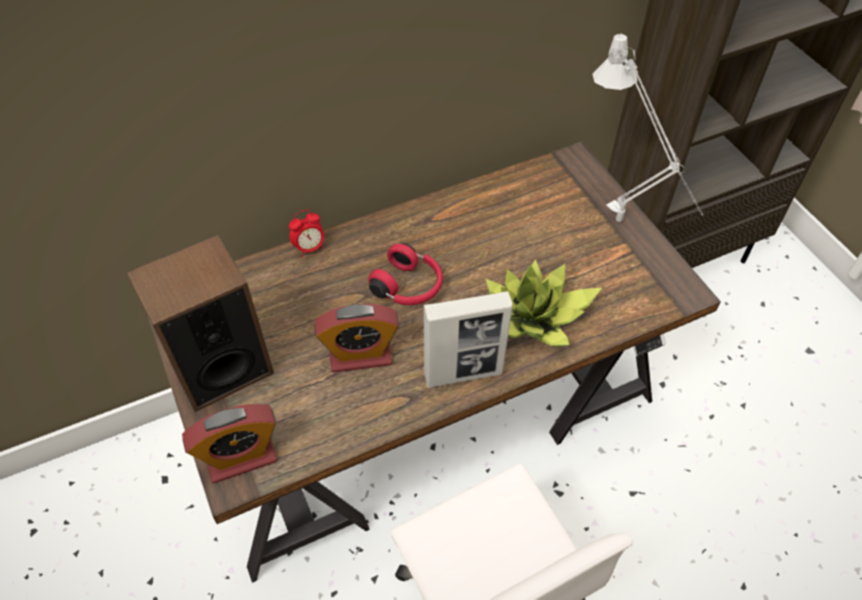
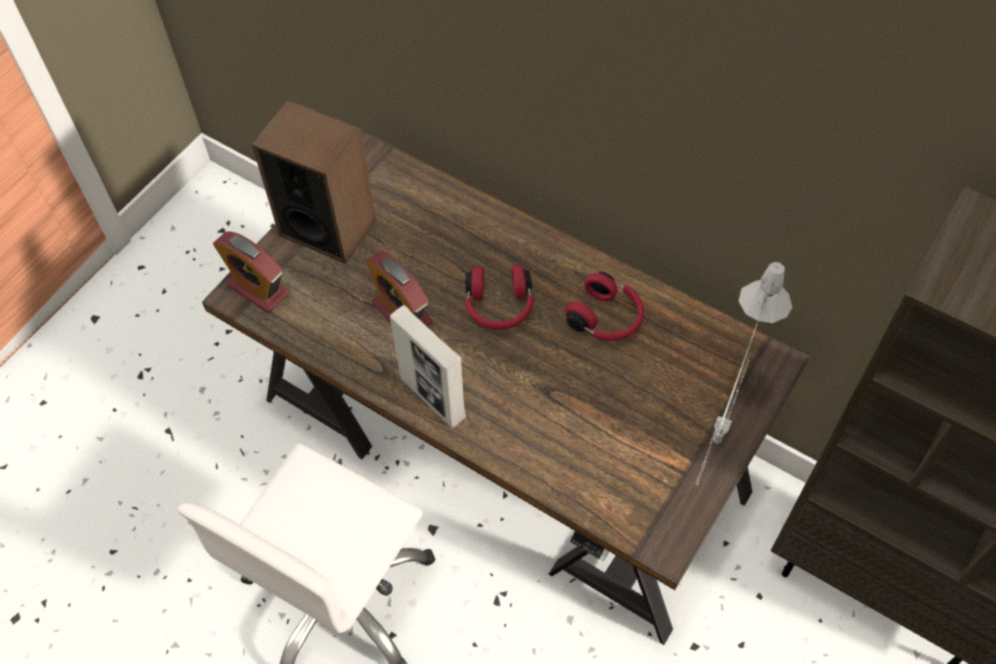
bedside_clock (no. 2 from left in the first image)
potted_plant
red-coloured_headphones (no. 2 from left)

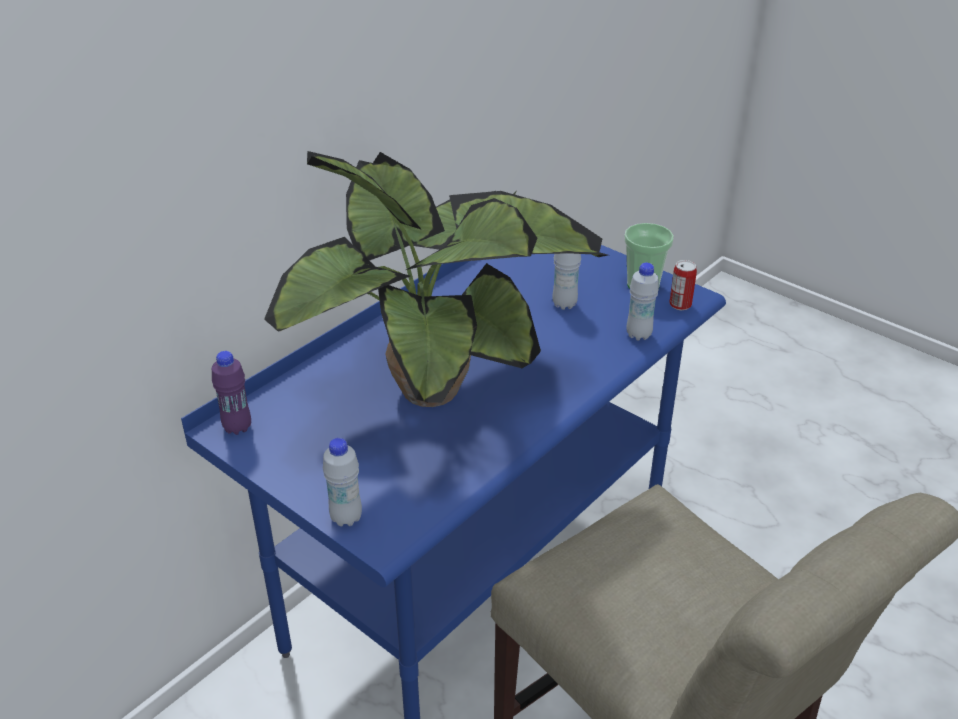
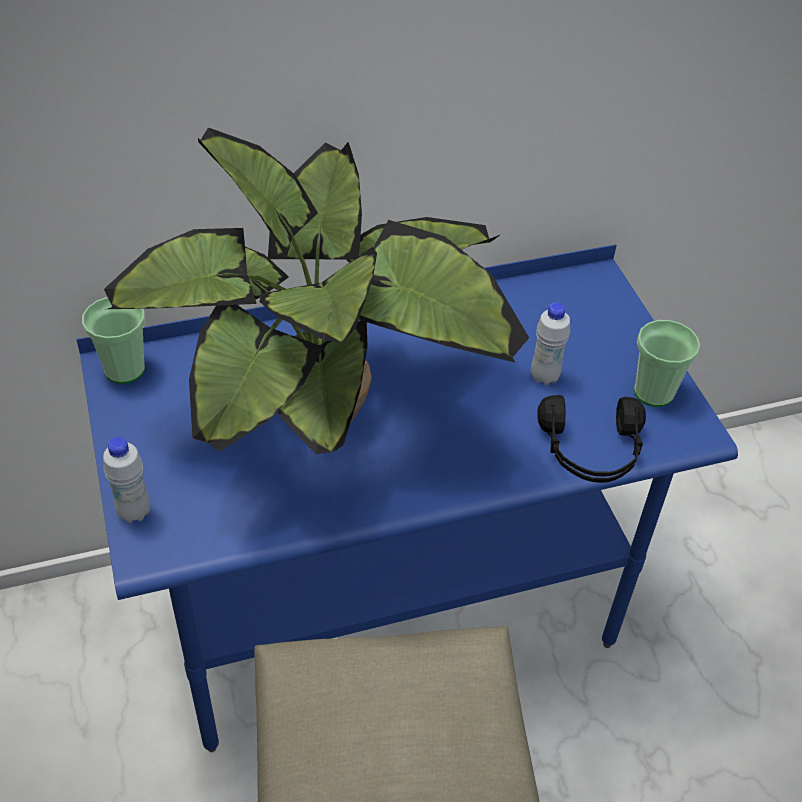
drinking_cup (no. 1 from left)
black_headphones
metal_can

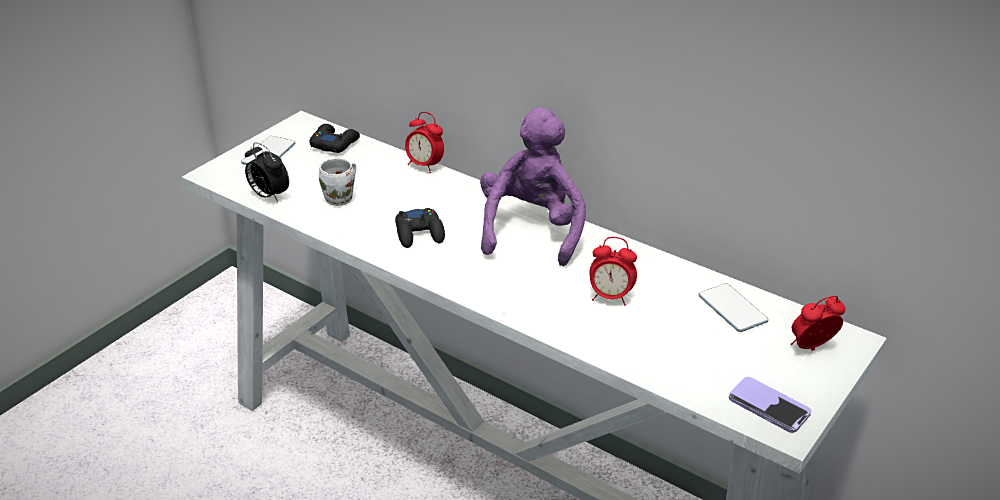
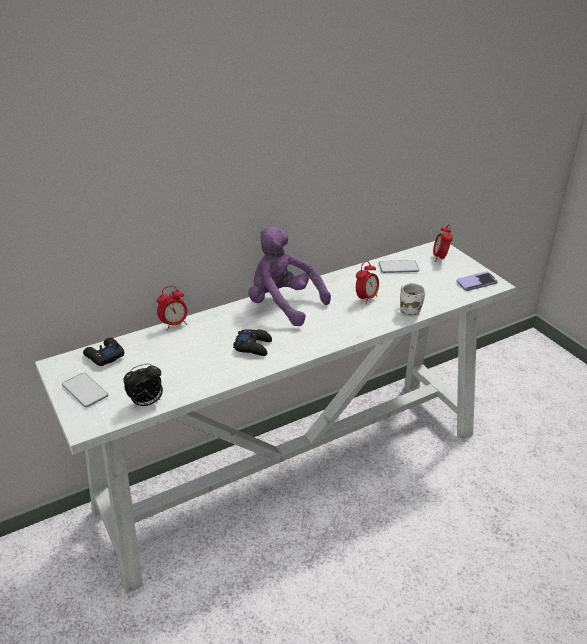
whitish_coffee_mug

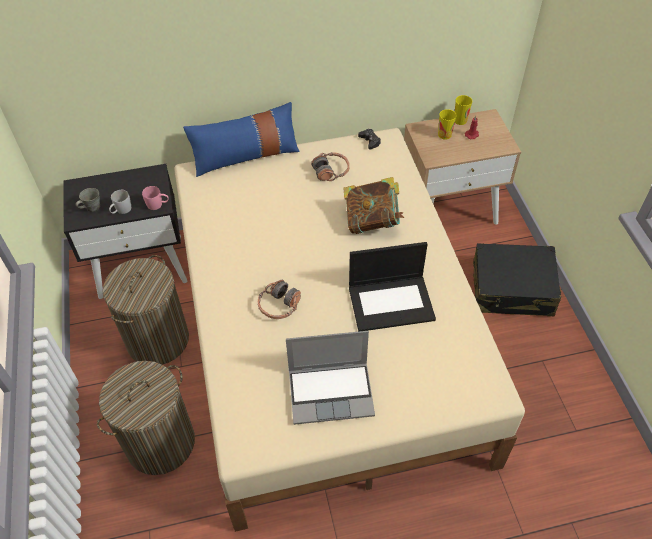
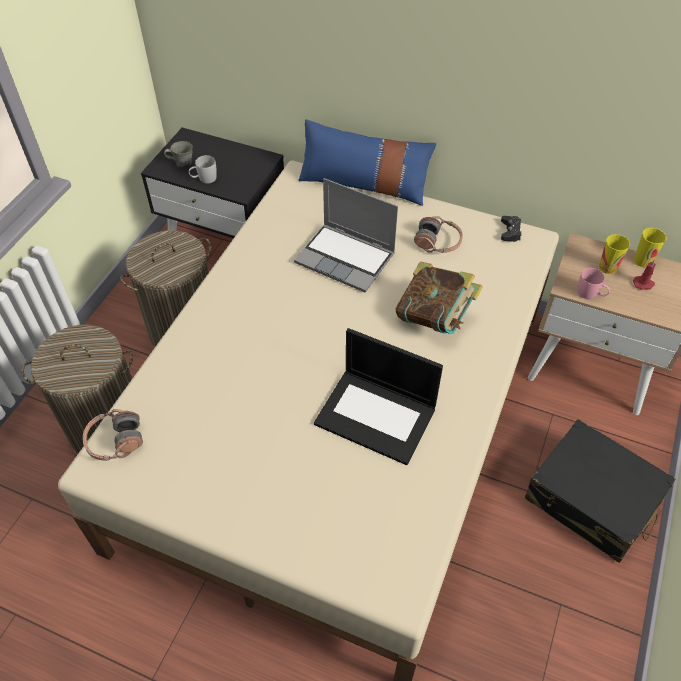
pink-coloured_coffee_mug
headphones (no. 1 from left)
notebook_computer (no. 1 from left)

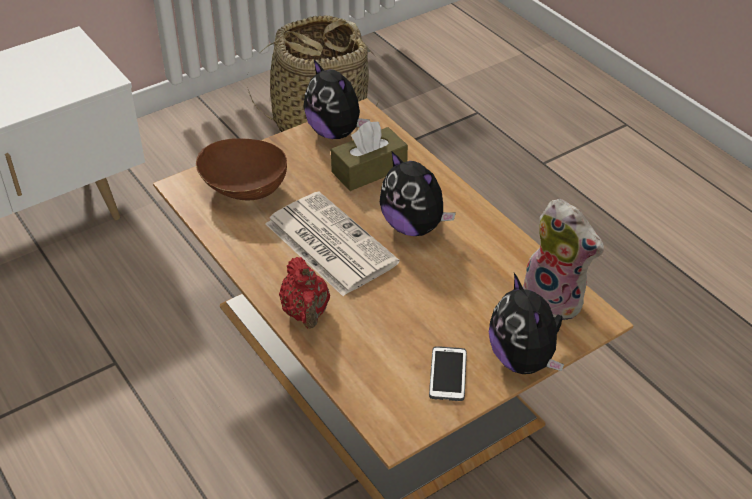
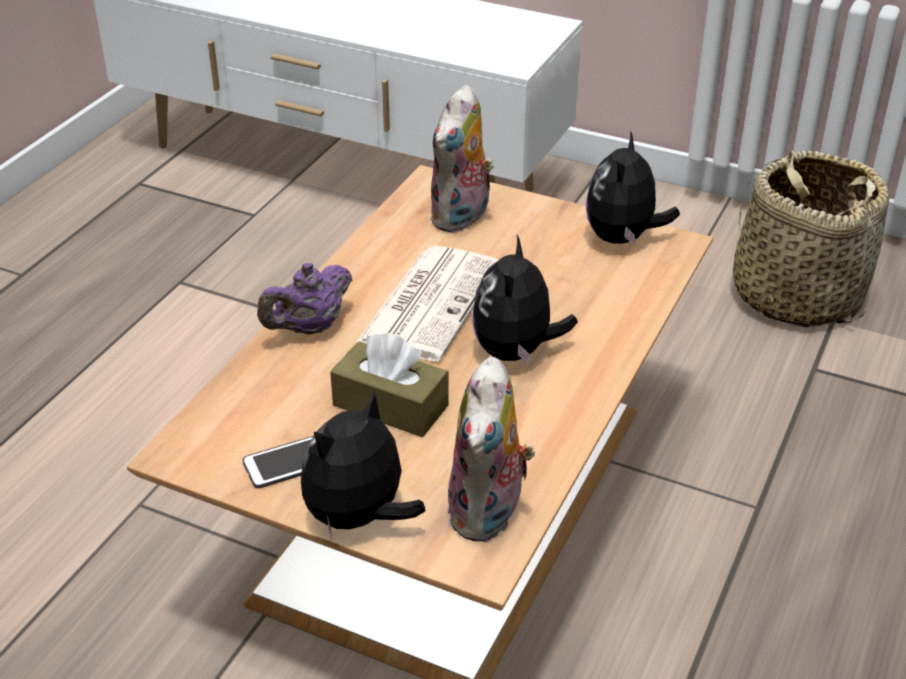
cuddly_toy (no. 2 from left)
purplish_tea_pot
brown-coloured_box_of_tissues

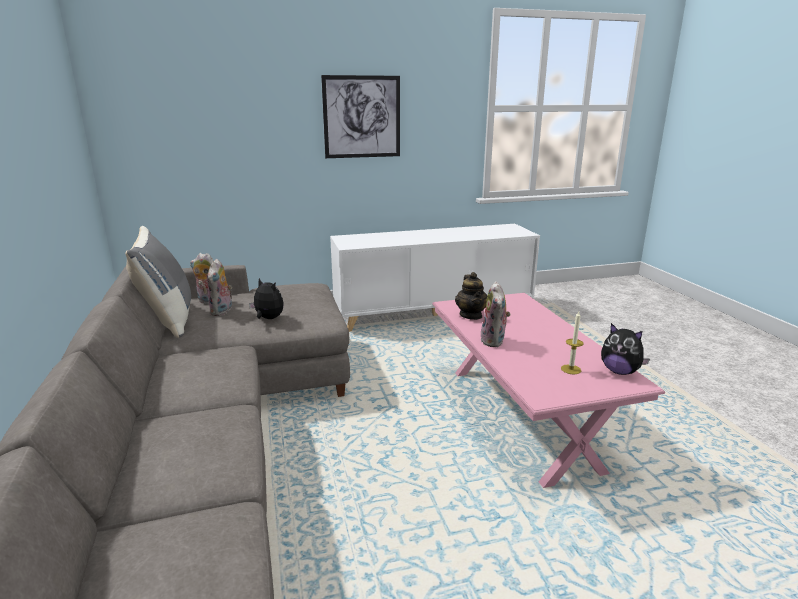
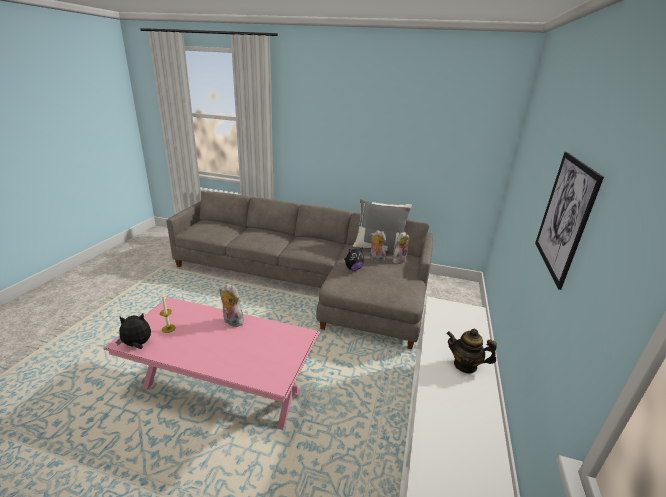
tea_pot

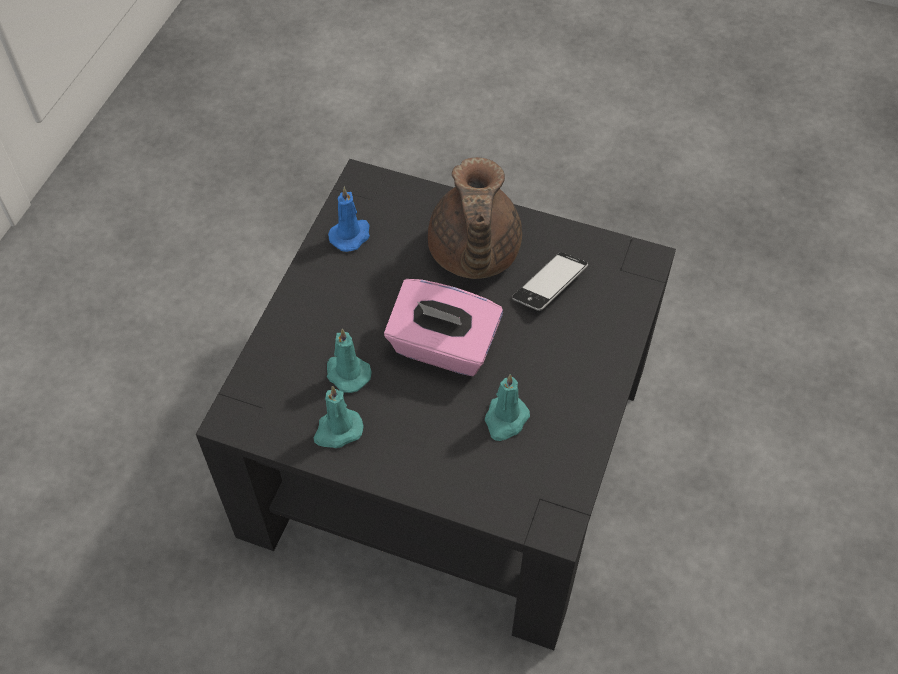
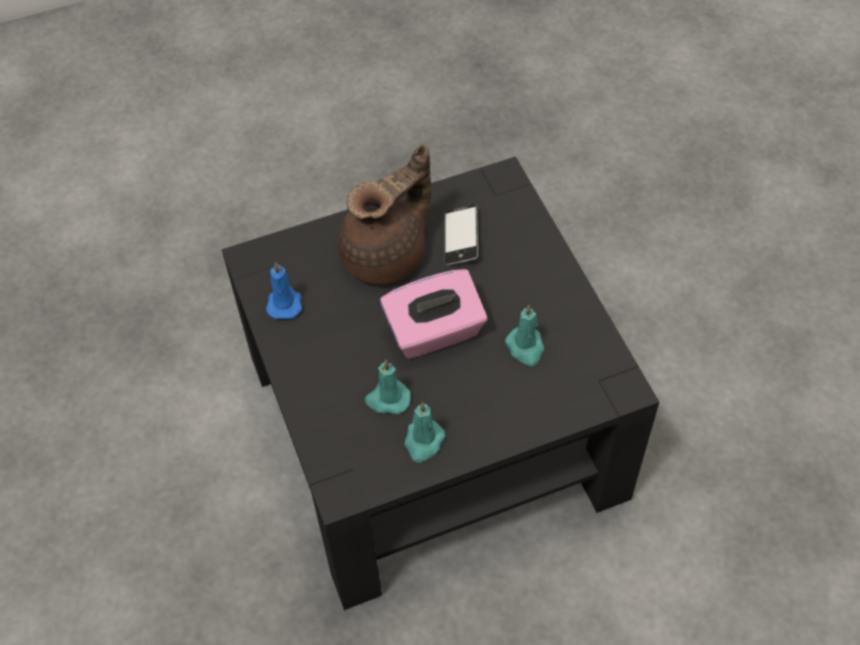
brown-coloured_tea_pot

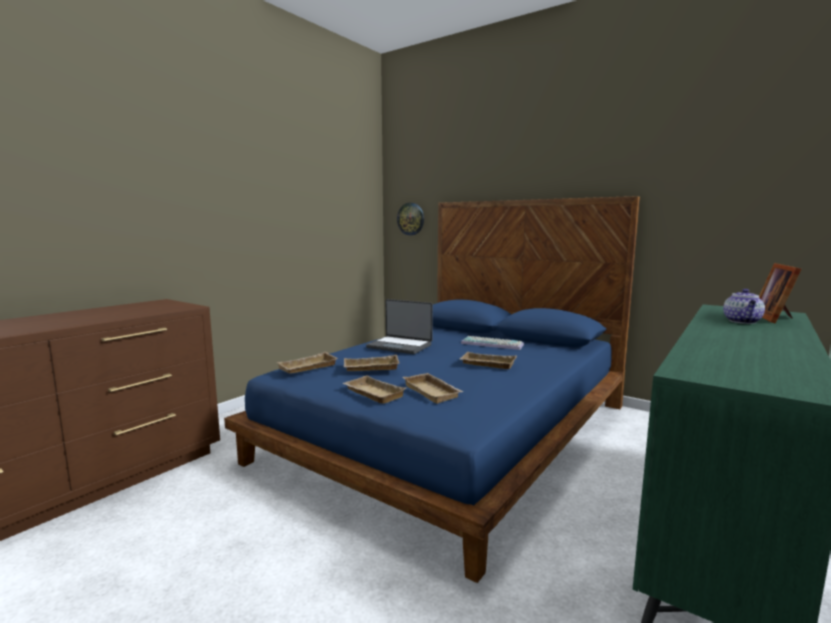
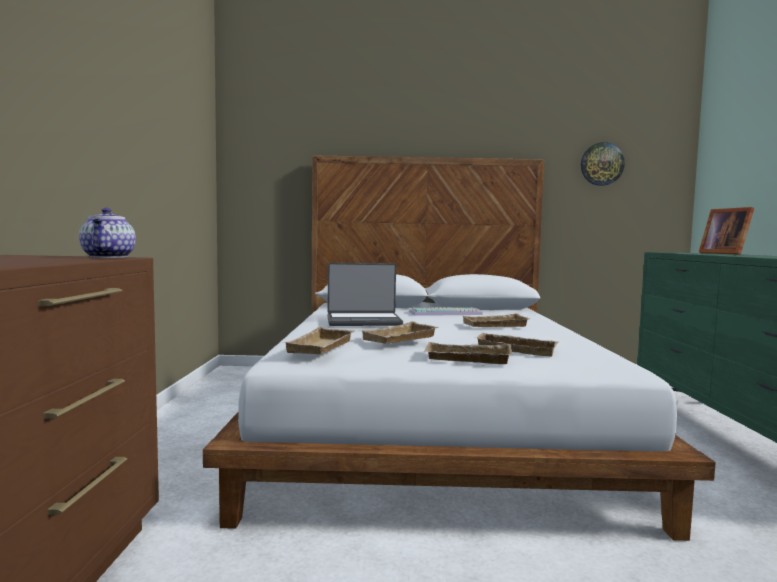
whitish_bedroom_bed
hanging_clock
tea_pot

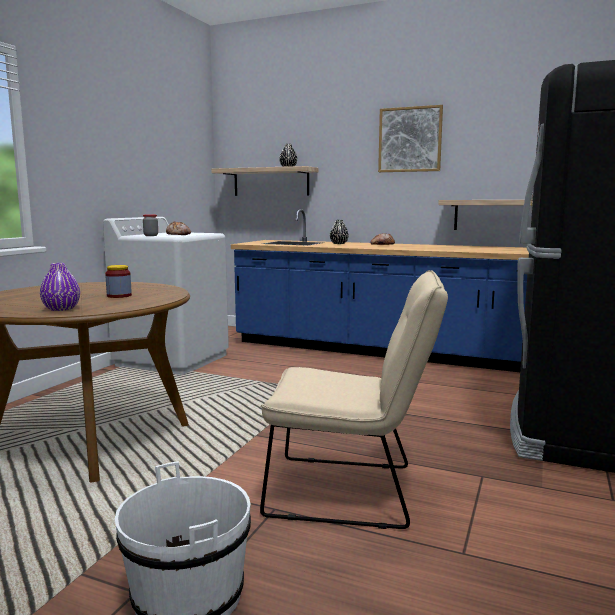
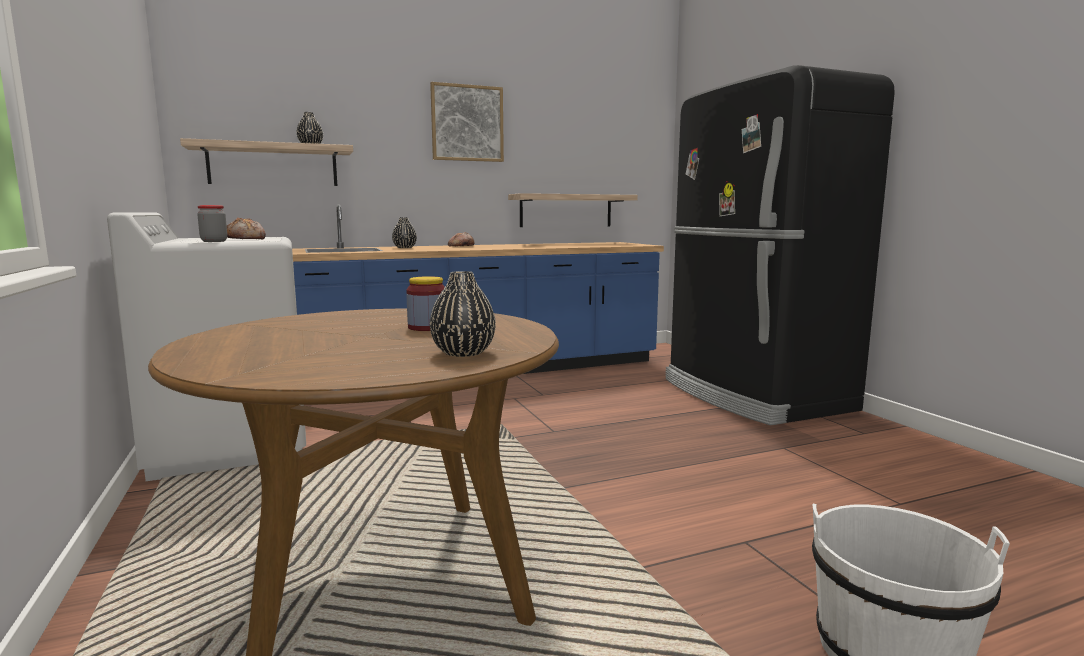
black_decorative_vase (no. 3 from left)
beige-coloured_upright_chair

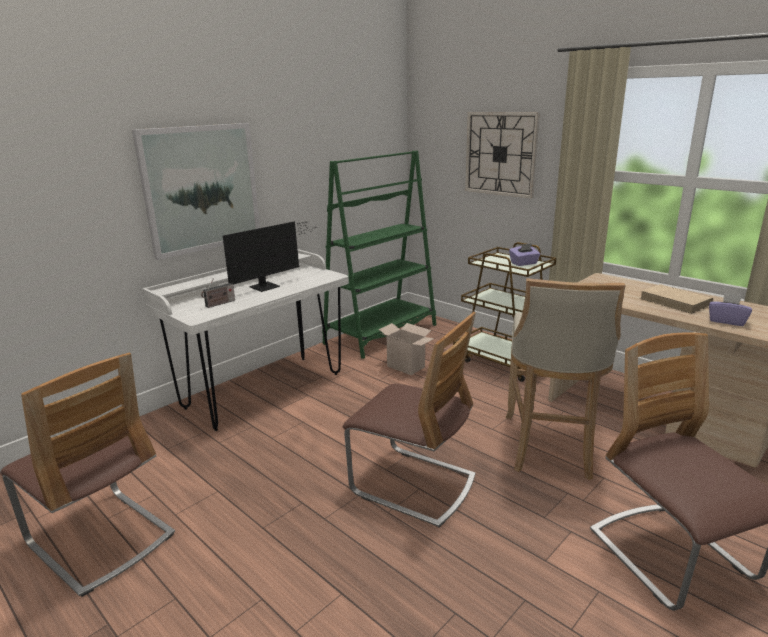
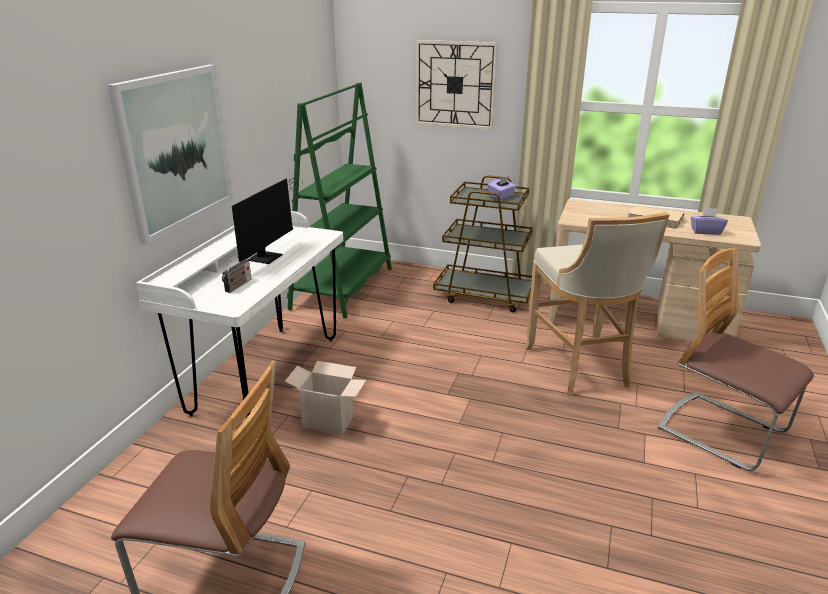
upright_chair (no. 2 from left in the first image)
cardboard_box

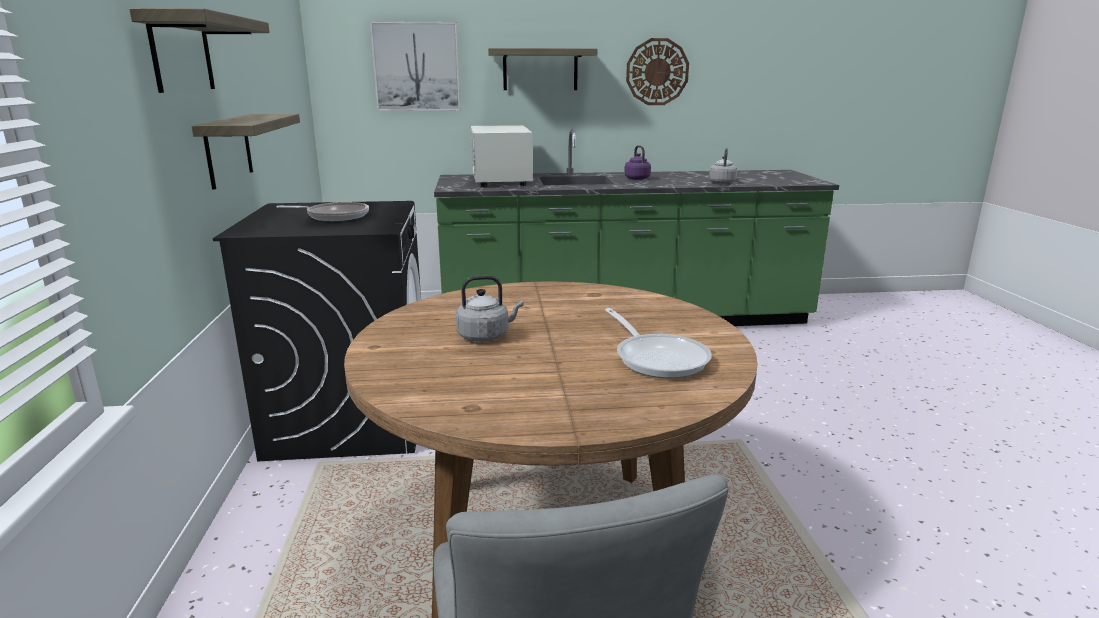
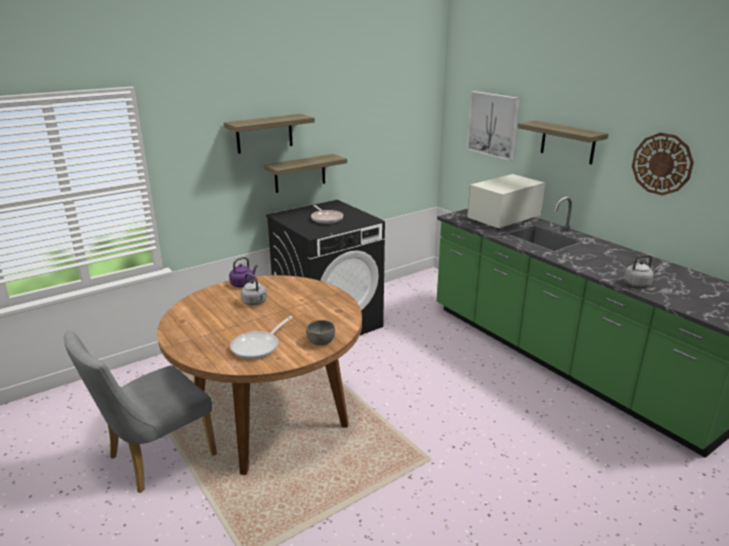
purplish_kettle
greyish_bowl

